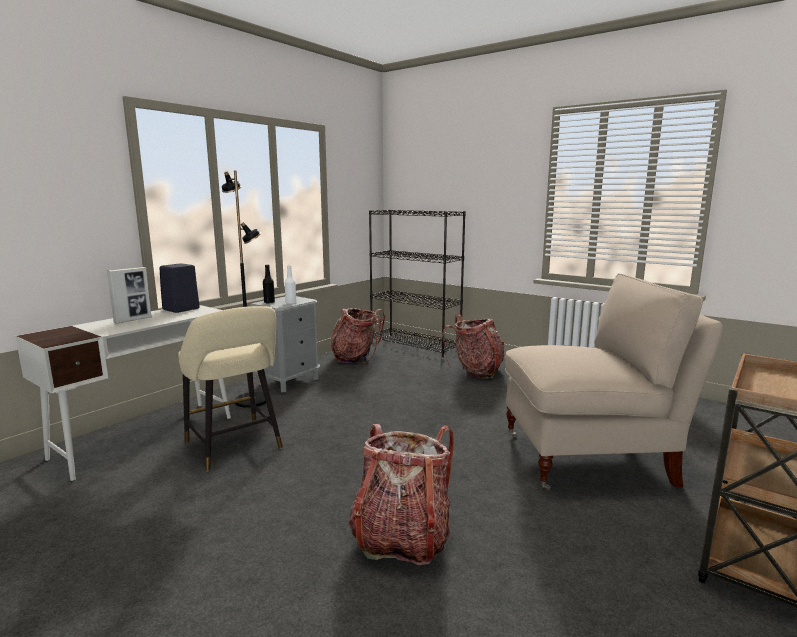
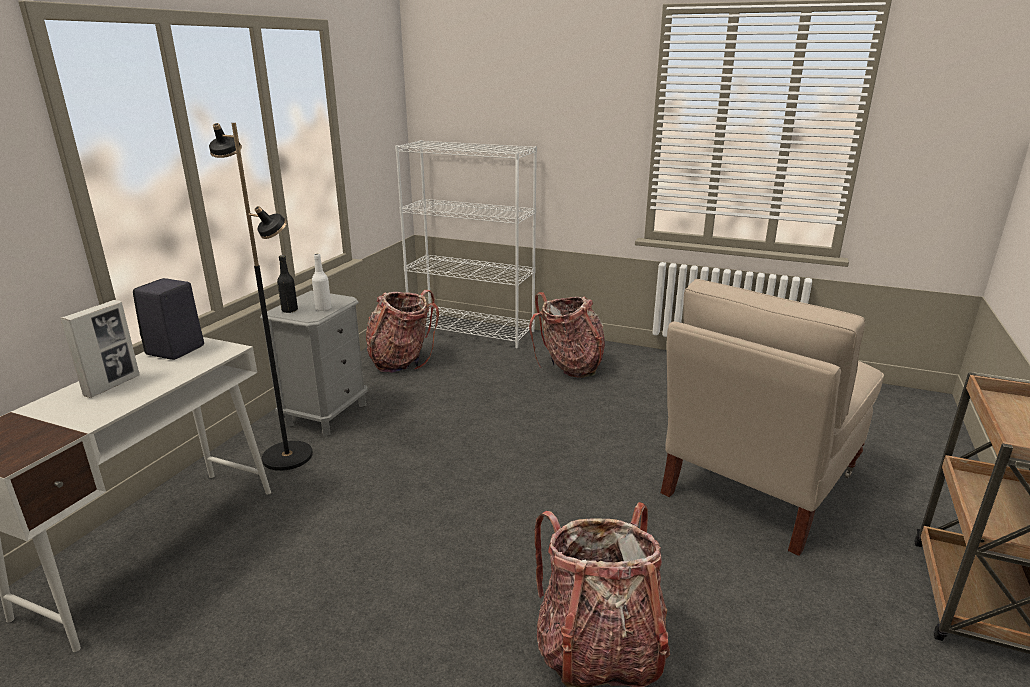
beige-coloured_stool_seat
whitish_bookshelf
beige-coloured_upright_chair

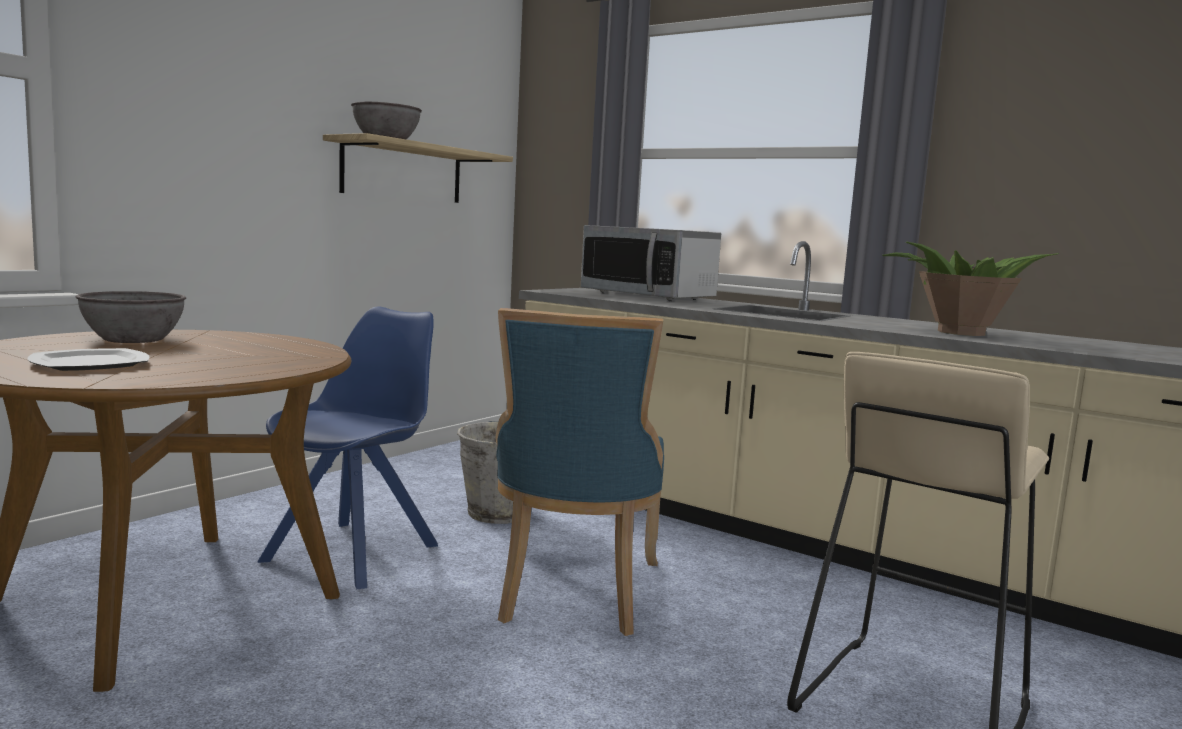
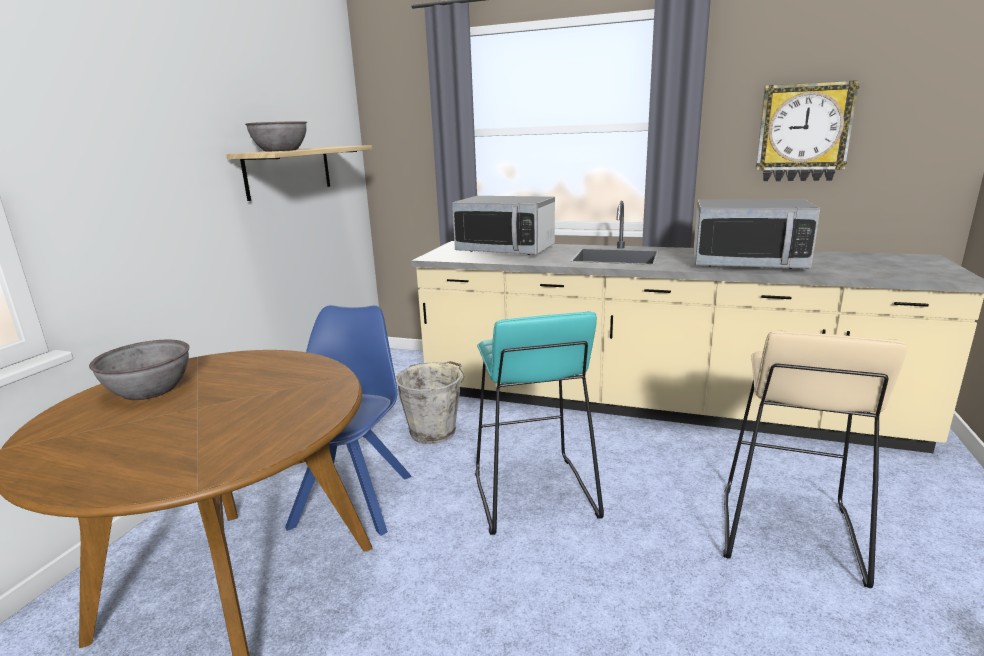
plate
turquoise-coloured_stool_seat
microwave_oven (no. 2 from left)
hanging_clock

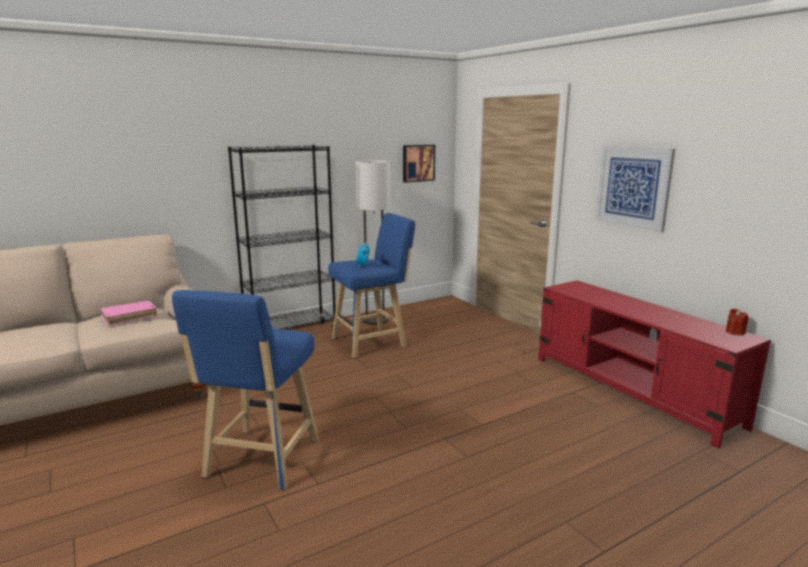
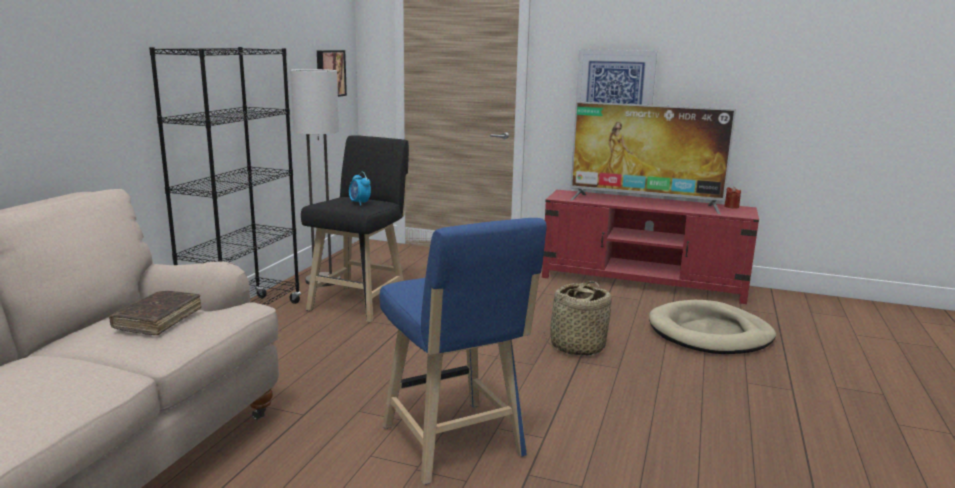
brown-coloured_book
black_stool_seat
household_basket
television
beige-coloured_dog_cushion

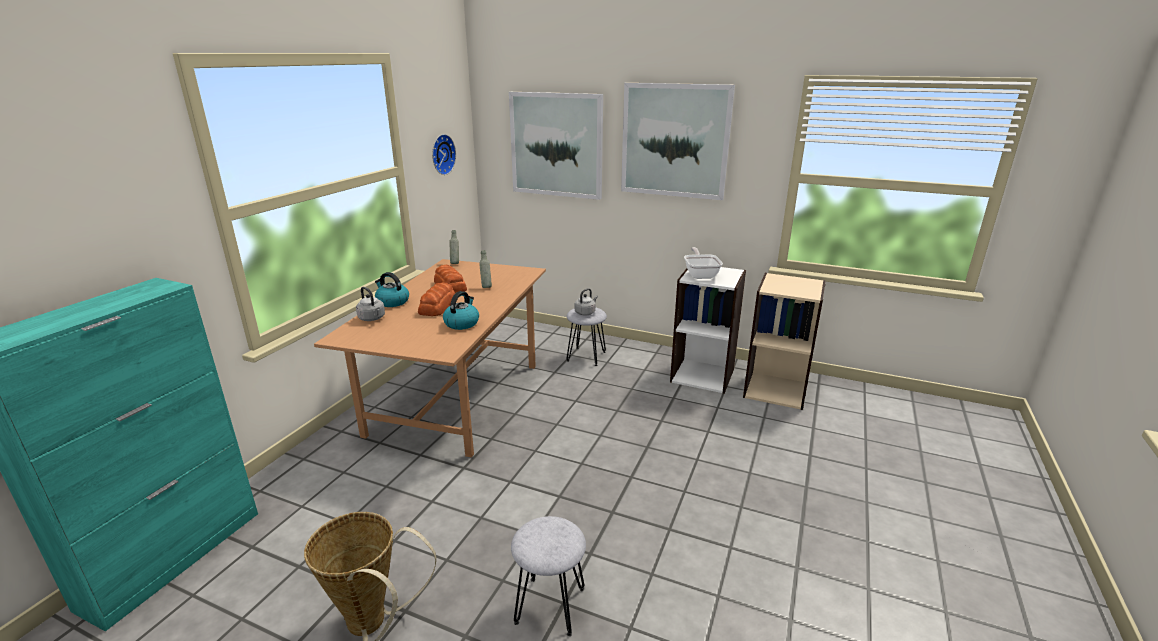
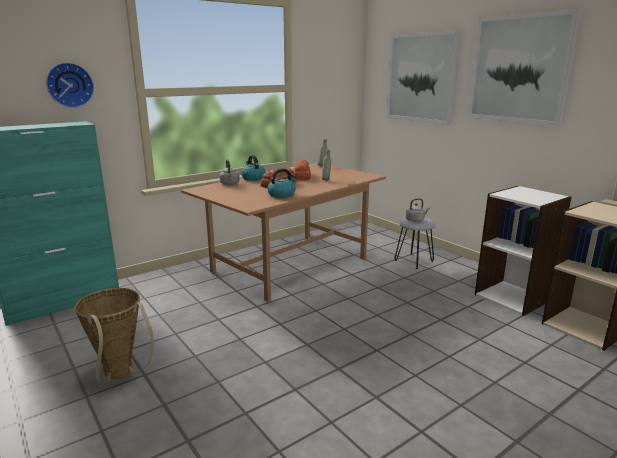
hanging_clock
greyish_stool_seat (no. 1 from left in the first image)
skillet

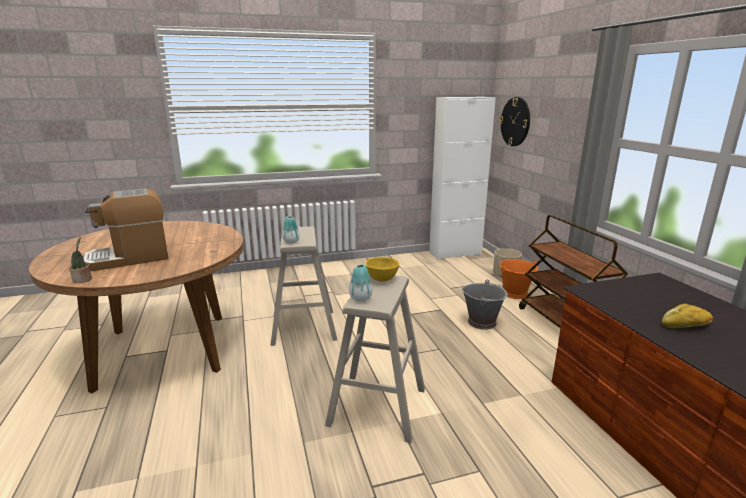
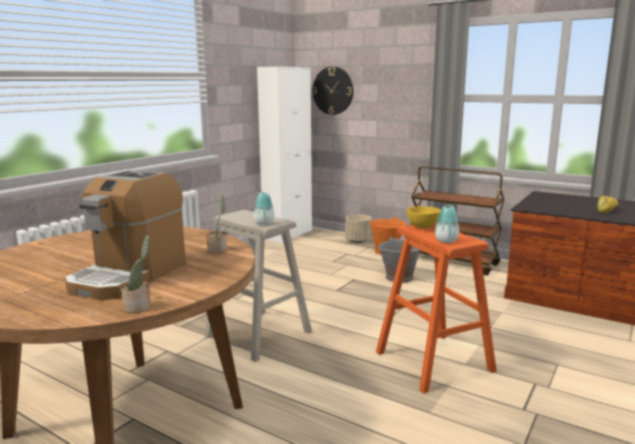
orange_stool_seat
potted_plant (no. 2 from left)

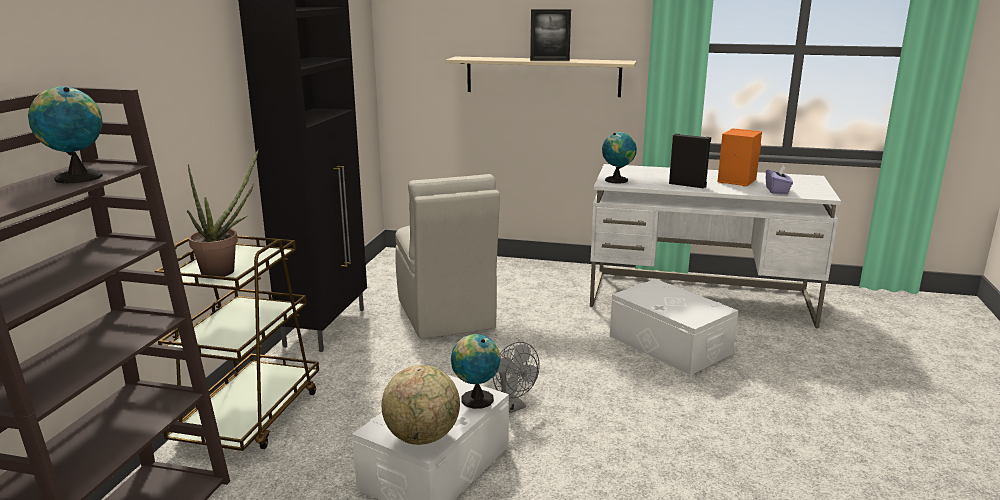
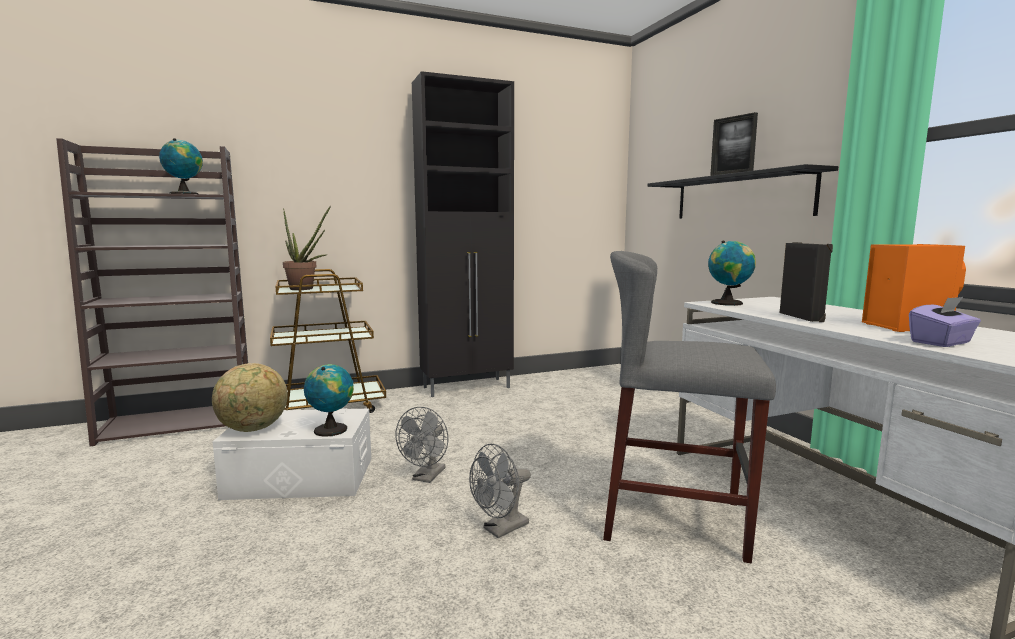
beige-coloured_upright_chair
black_bracket_shelf
greyish_stool_seat
greyish_fan (no. 2 from left)

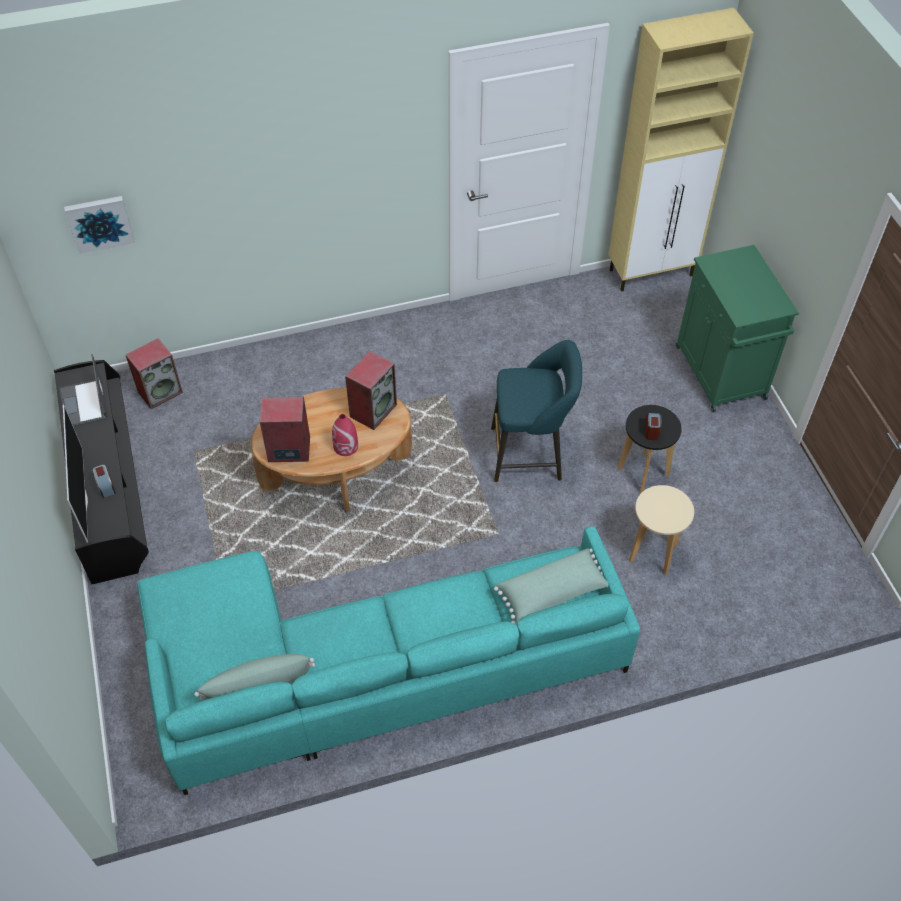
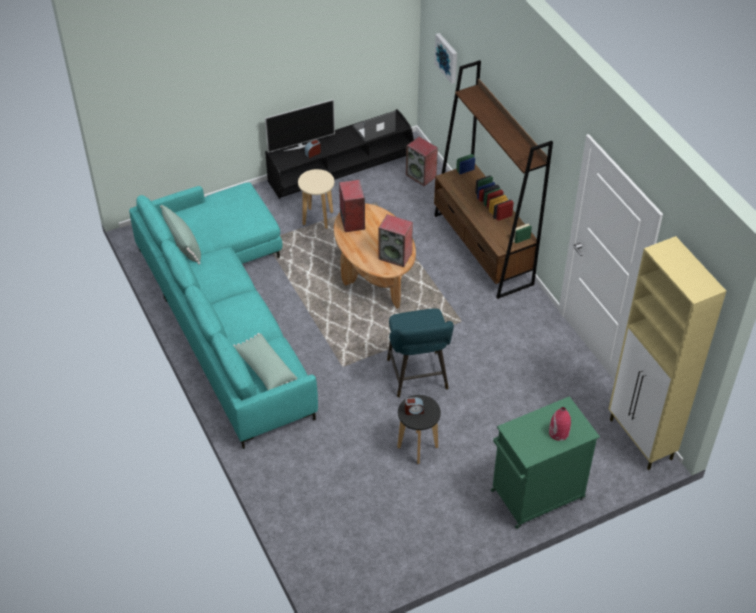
red-coloured_decorative_vase
beige-coloured_stool_seat
brown-coloured_bookshelf

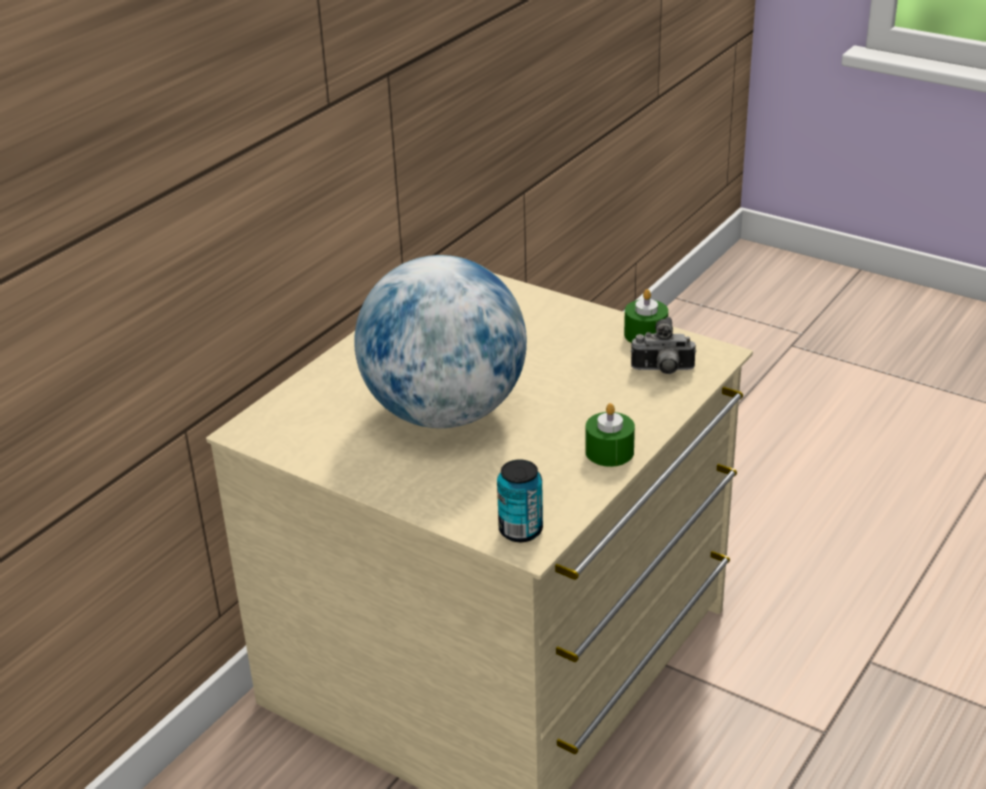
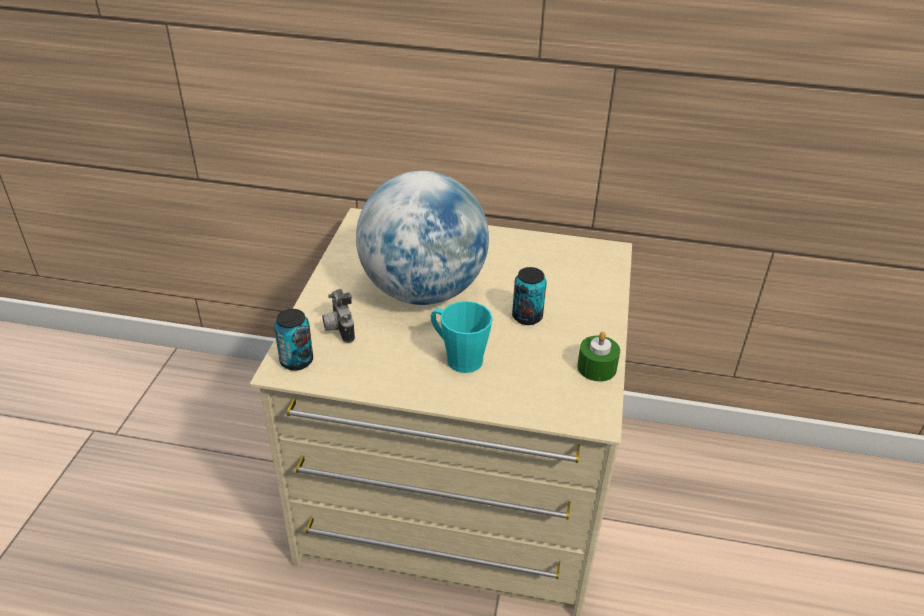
green-coloured_wax_light (no. 1 from left in the first image)
still_camera
turquoise-coloured_coffee_mug
metal_can (no. 2 from left)

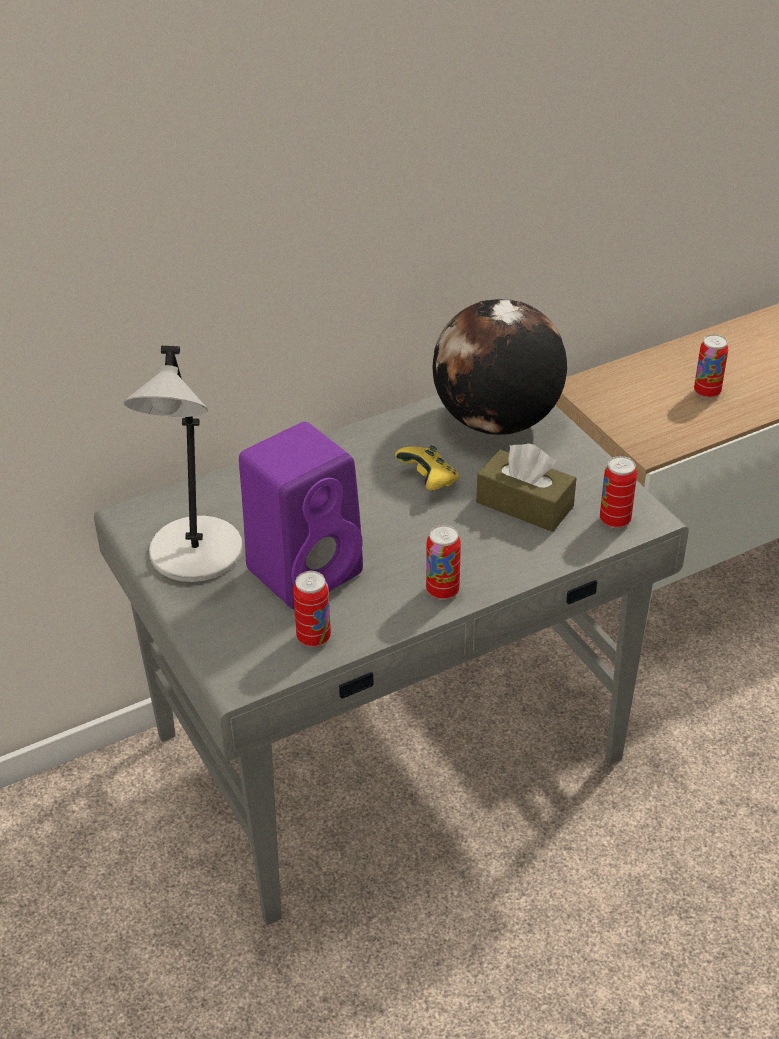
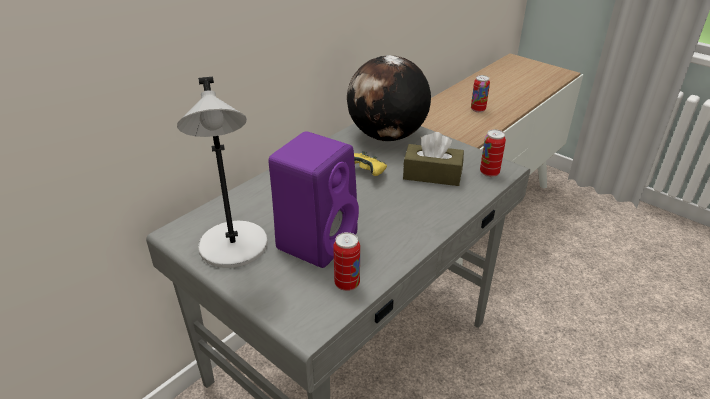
metal_can (no. 2 from left in the first image)

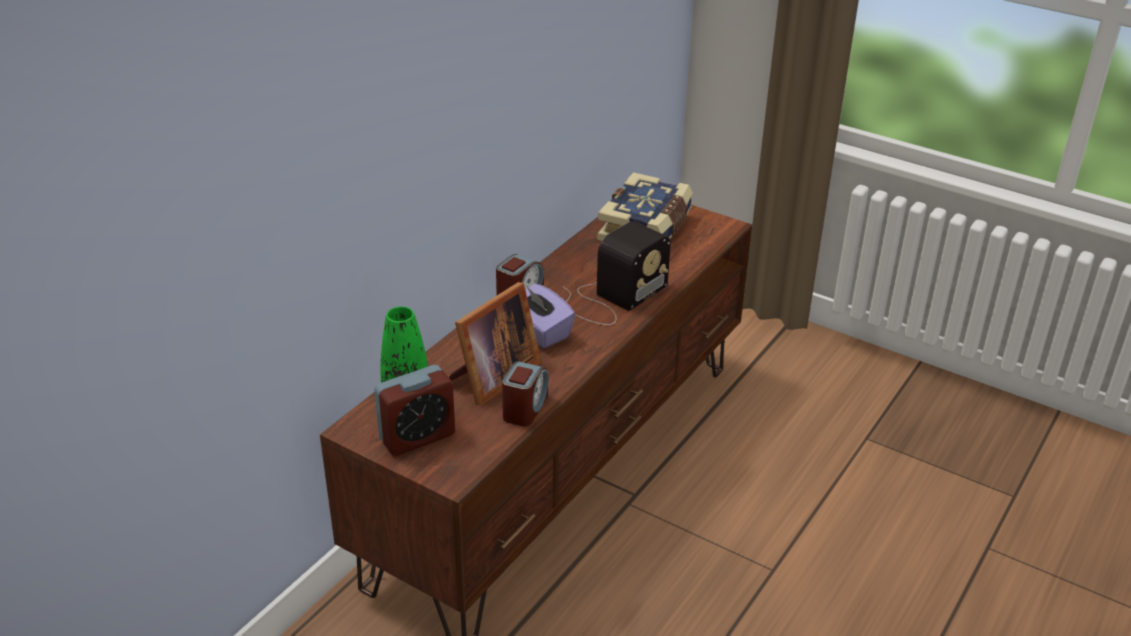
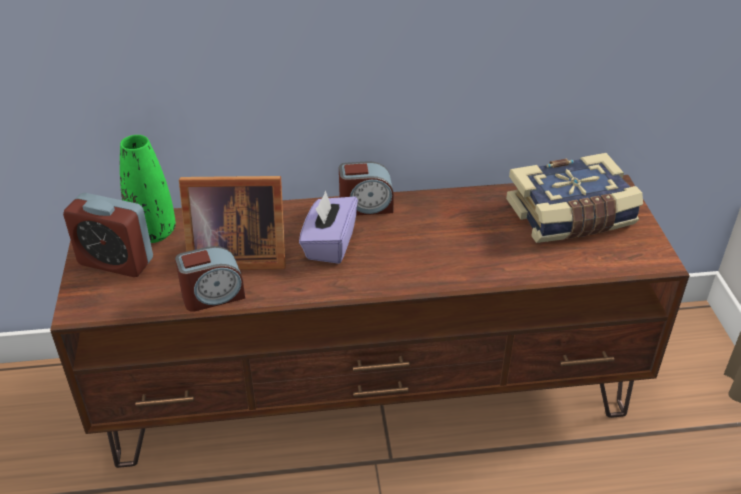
radio_set

